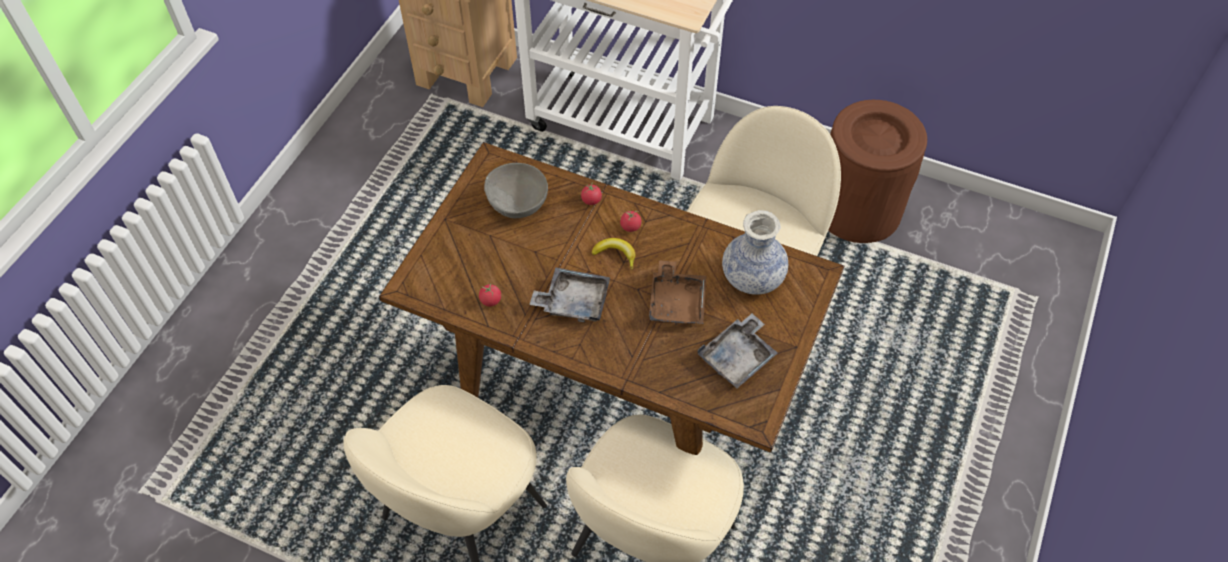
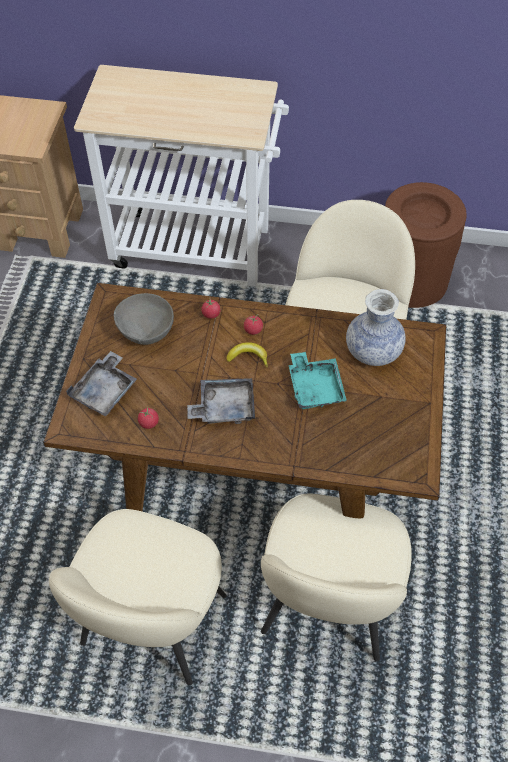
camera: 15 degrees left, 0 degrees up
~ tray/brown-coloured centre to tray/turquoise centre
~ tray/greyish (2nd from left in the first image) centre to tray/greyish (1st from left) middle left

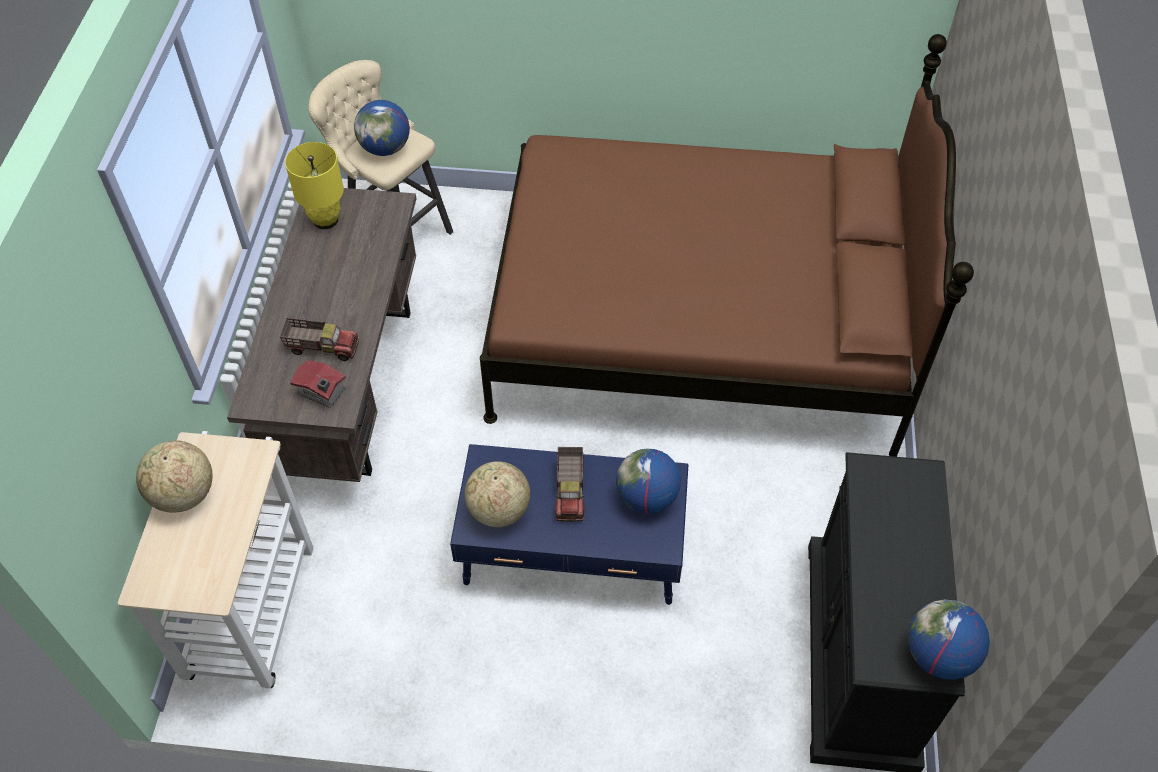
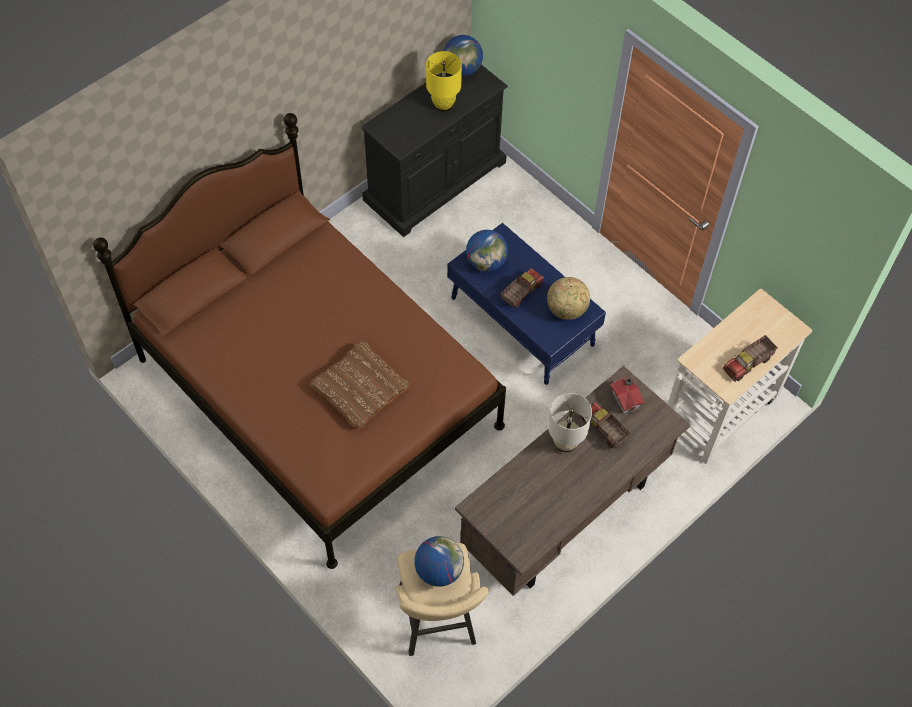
camera: 140 degrees left, 5 degrees up
~ globe (1st from left) middle left to toy truck (3rd from left) middle right
~ tabletop lamp/yellowish top left to top centre
+ cushion/brown-coloured centre
+ tabletop lamp/white centre

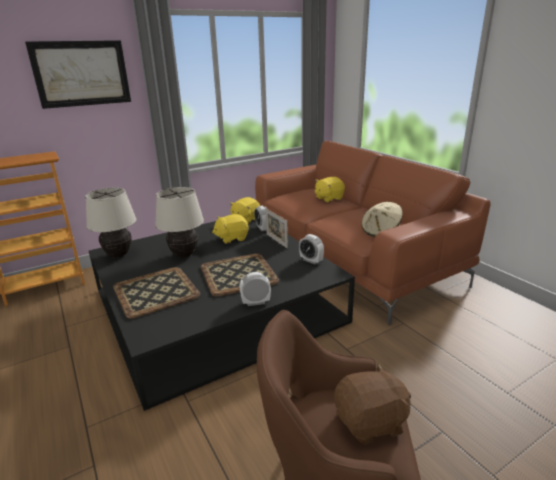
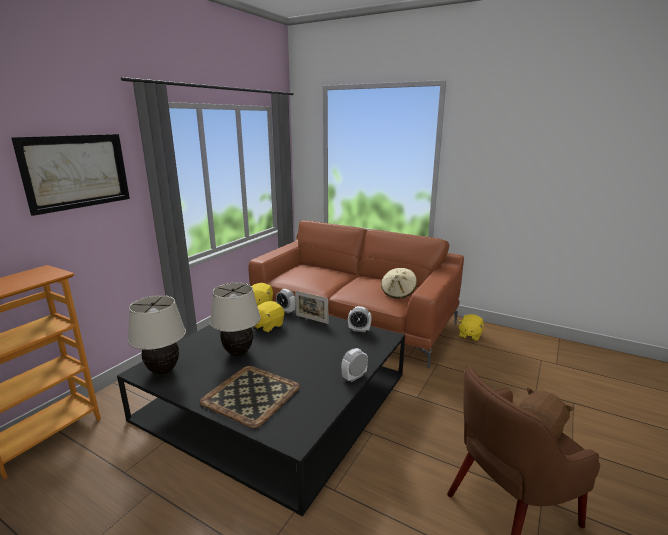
camera: 30 degrees left, 5 degrees down
- tray (2nd from left) centre
~ soft toy/yellowish (3rd from left) centre to middle right

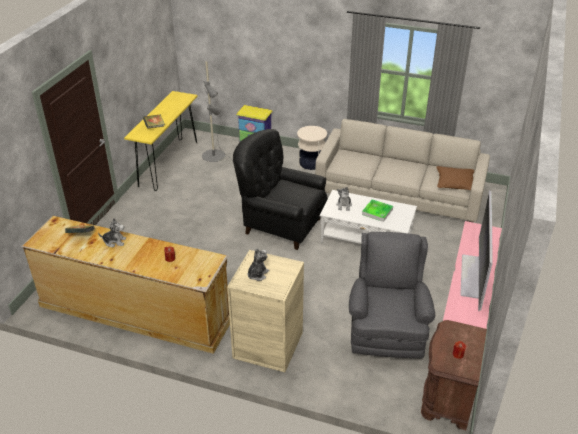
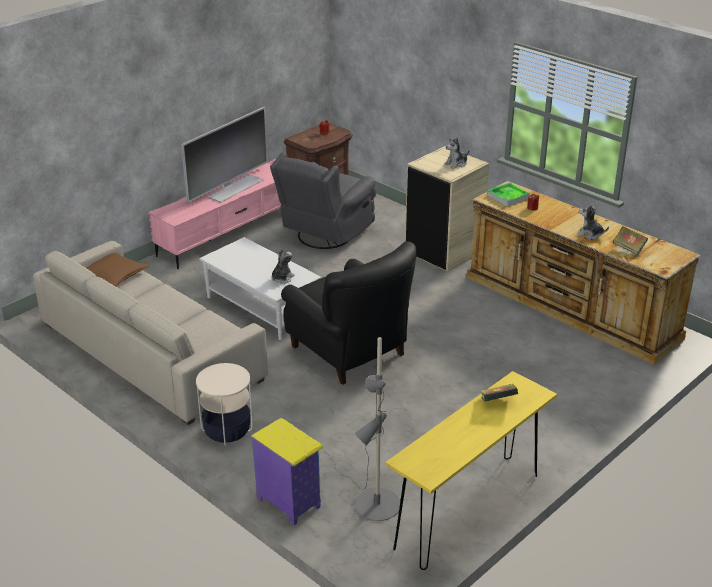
camera: 155 degrees left, 5 degrees down
~ tray centre to top right

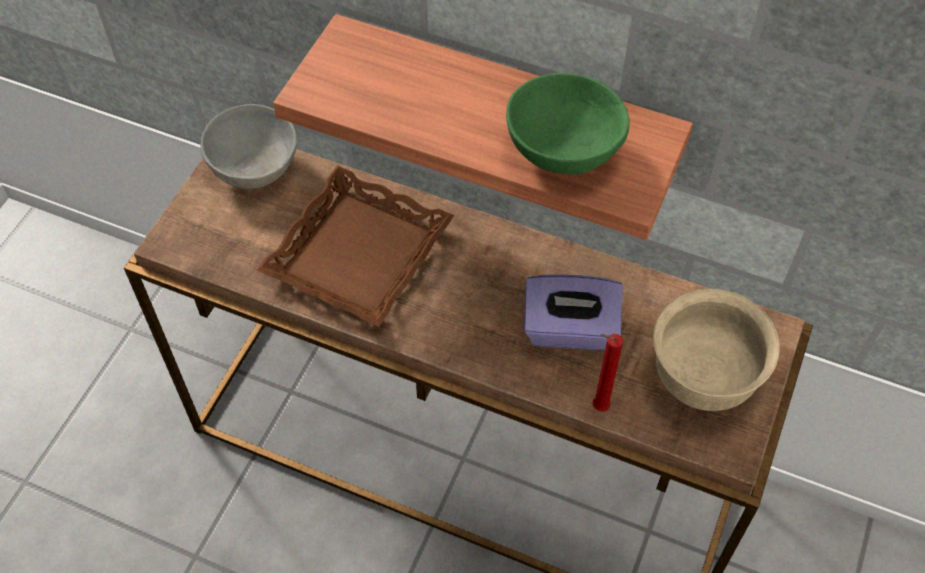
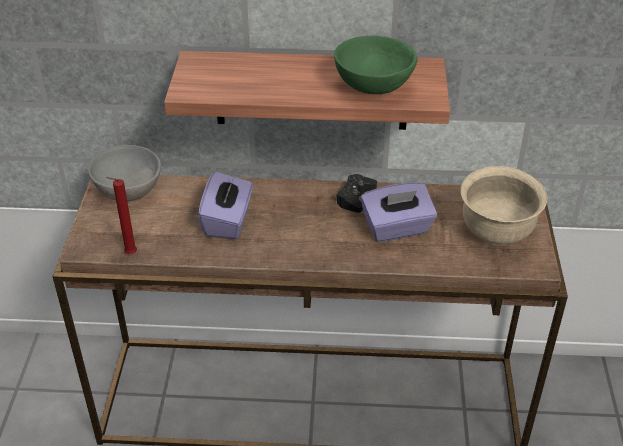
camera: 20 degrees left, 15 degrees down
~ tray/brown-coloured centre to tissue box/purplish (1st from left) centre
~ wax candle/reddish centre to middle left
+ gamepad/black centre

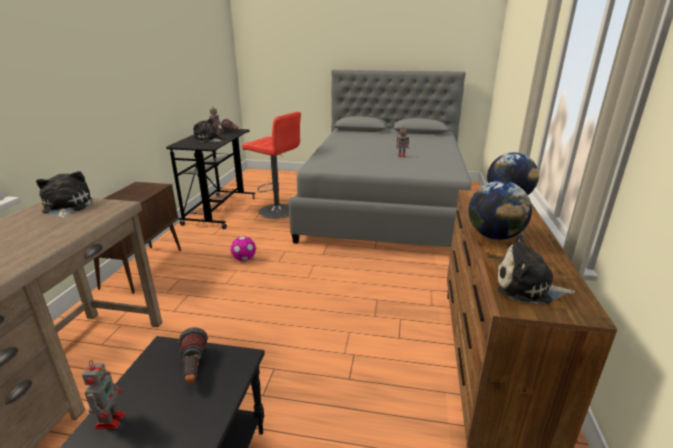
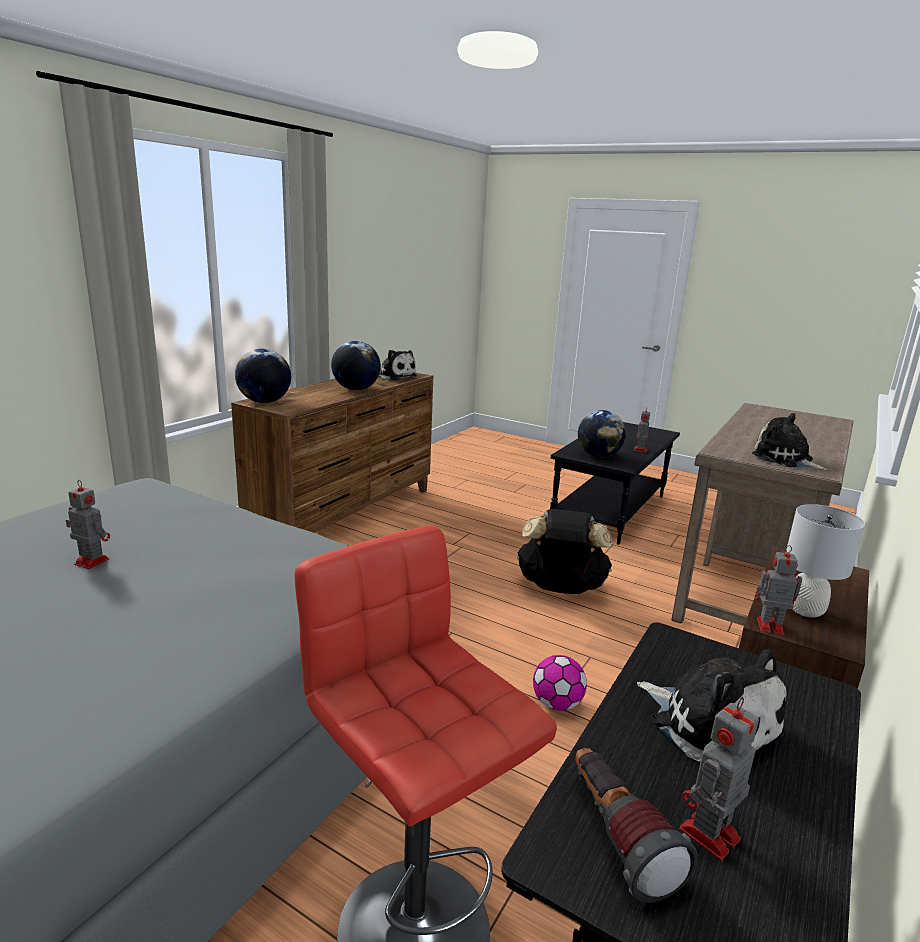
camera: 160 degrees left, 5 degrees down
~ soft toy (1st from left in the first image) middle left = middle right 135 degrees clockwise
~ flashlight (1st from left) bottom left to globe (3rd from left) centre
+ knapsack/black centre
+ model robot (4th from left) middle right
+ tabletop lamp/greyish middle right

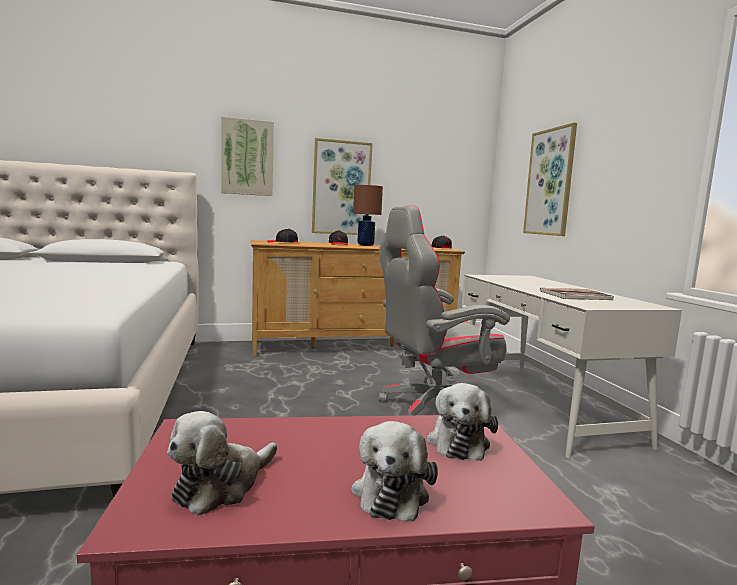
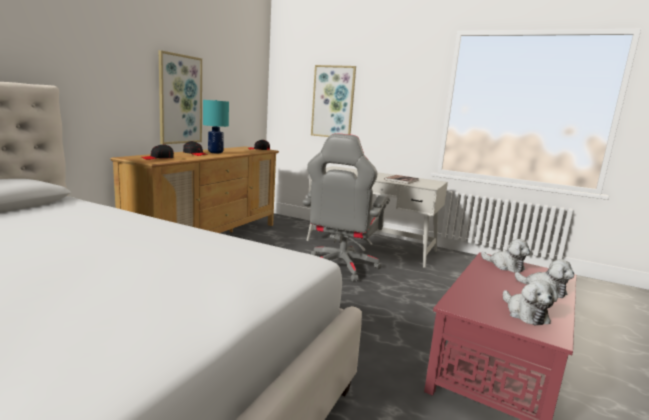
camera: 50 degrees left, 5 degrees up
- wall art (1st from left) top centre
~ tabletop lamp/brown-coloured centre to tabletop lamp/turquoise top left

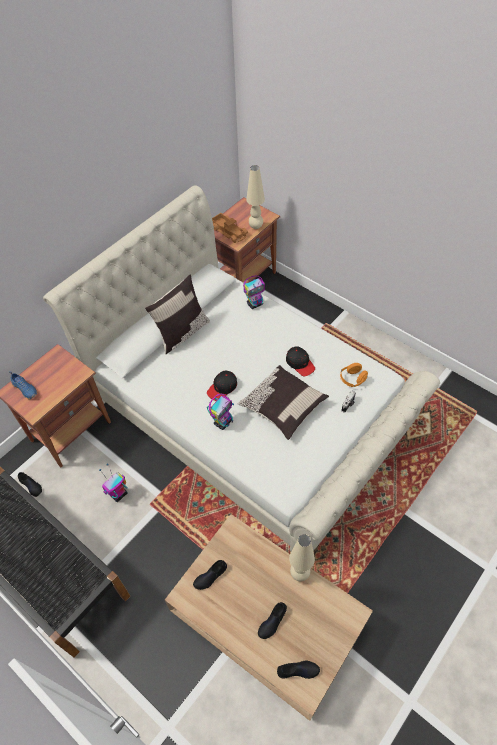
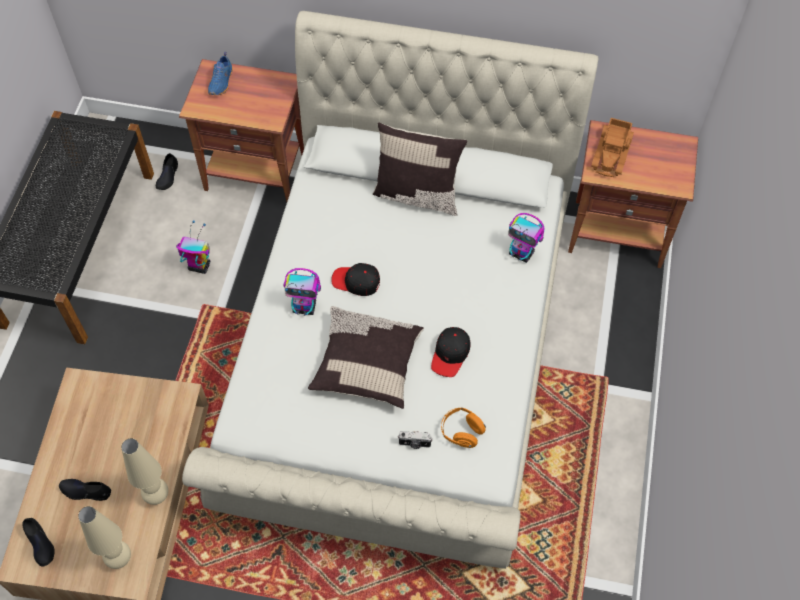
camera: 60 degrees right, 5 degrees up
- item of footwear/black (2nd from left) bottom centre
~ tabletop lamp/beige (1st from left) top centre to bottom left

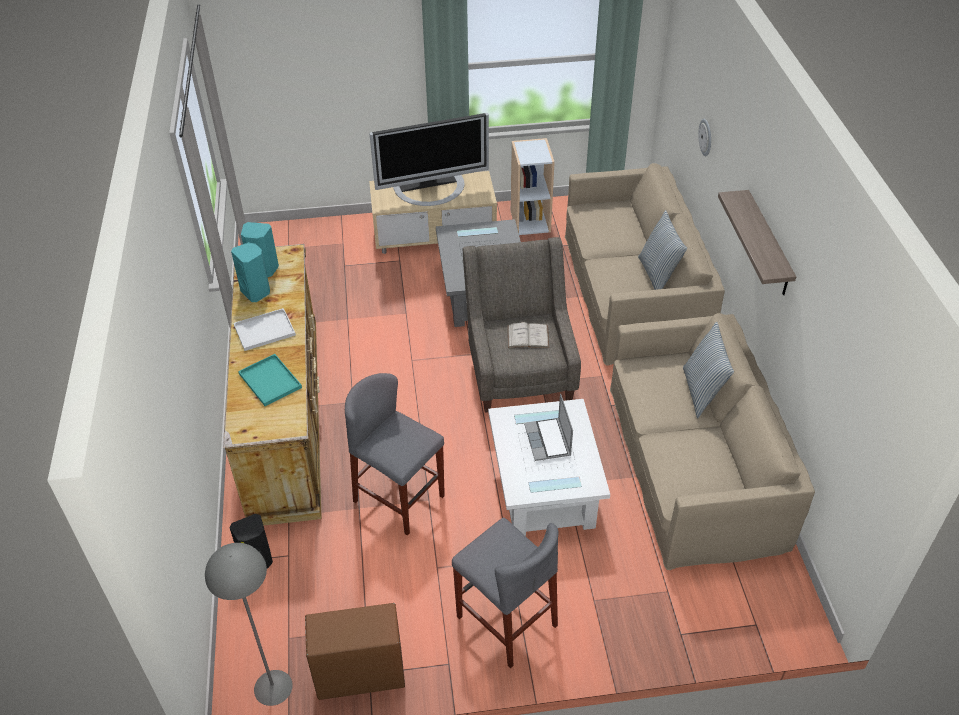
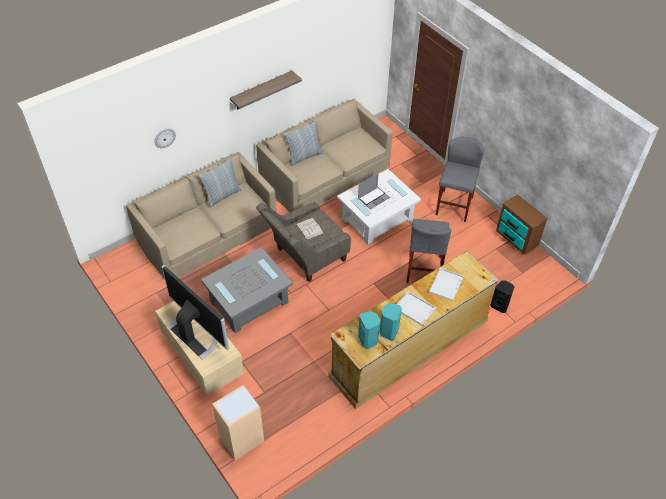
camera: 120 degrees left, 5 degrees up
- standard lamp/greyish bottom left
~ tray/turquoise middle left to tray/white (2nd from left) middle right
~ bookcase top centre to bottom centre

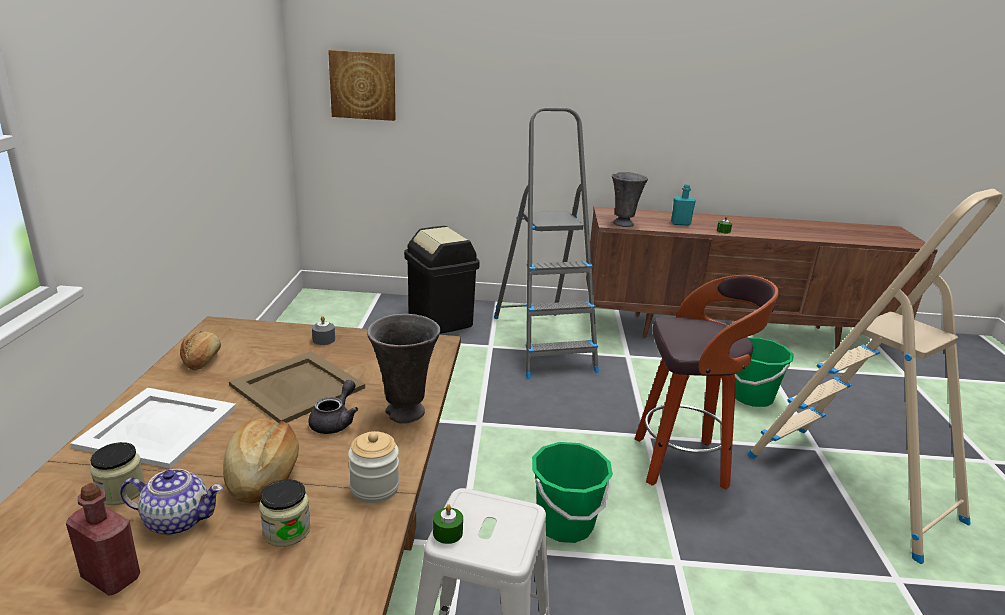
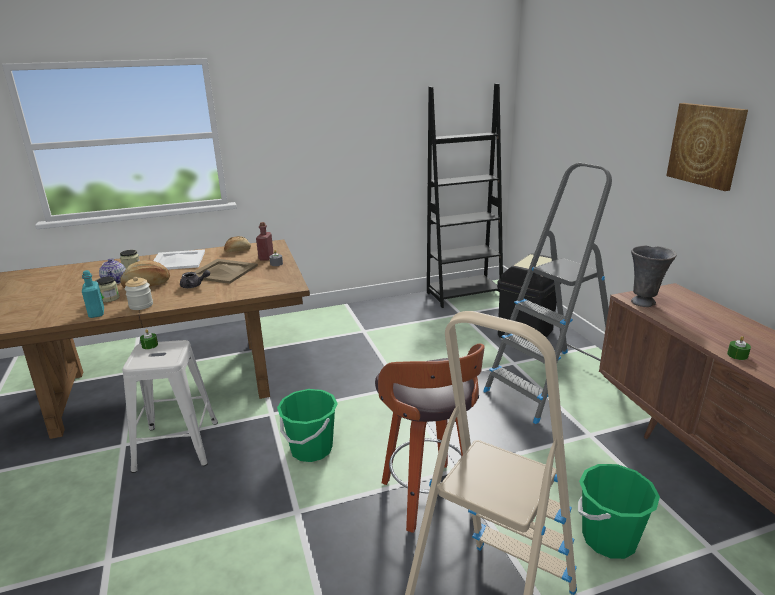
camera: 70 degrees right, 0 degrees up
~ beverage bottle/reddish bottom left to centre
~ wall art top centre to top right
- vase/greyish (1st from left) centre
~ beverage bottle/turquoise middle right to middle left
+ bookcase/black top centre

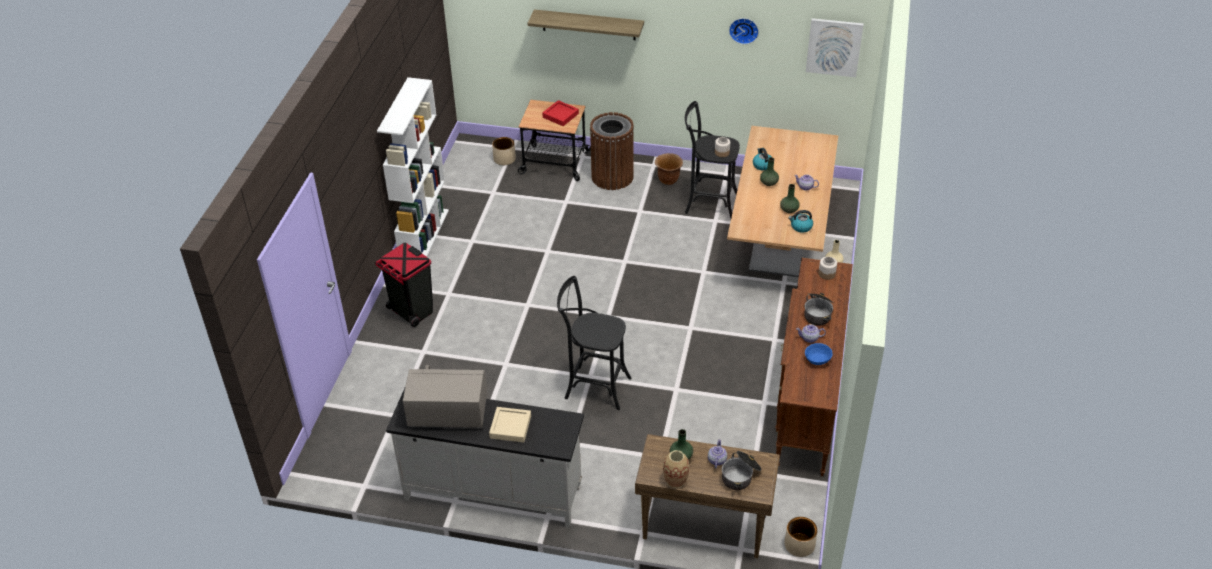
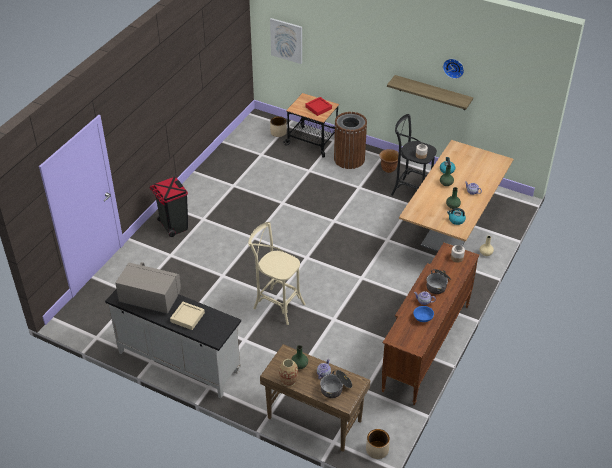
camera: 15 degrees right, 0 degrees up
- bookcase/white top centre
~ bracket shelf top centre to top right
~ sitting stool/black (1st from left) centre to sitting stool/beige centre
~ wall art top right to top centre

